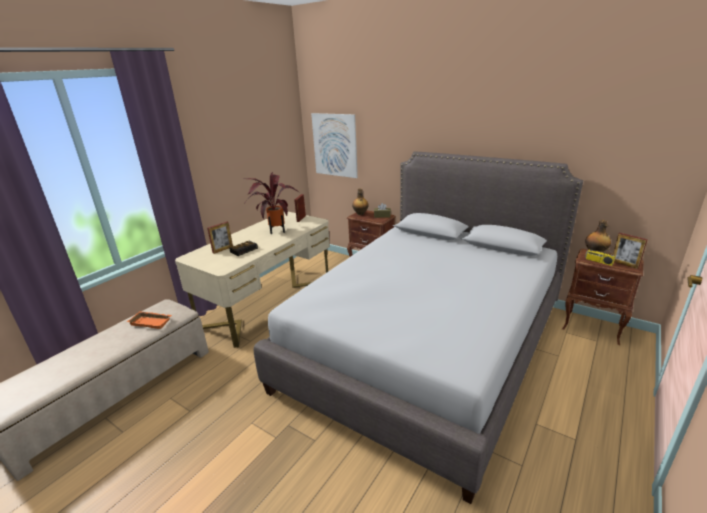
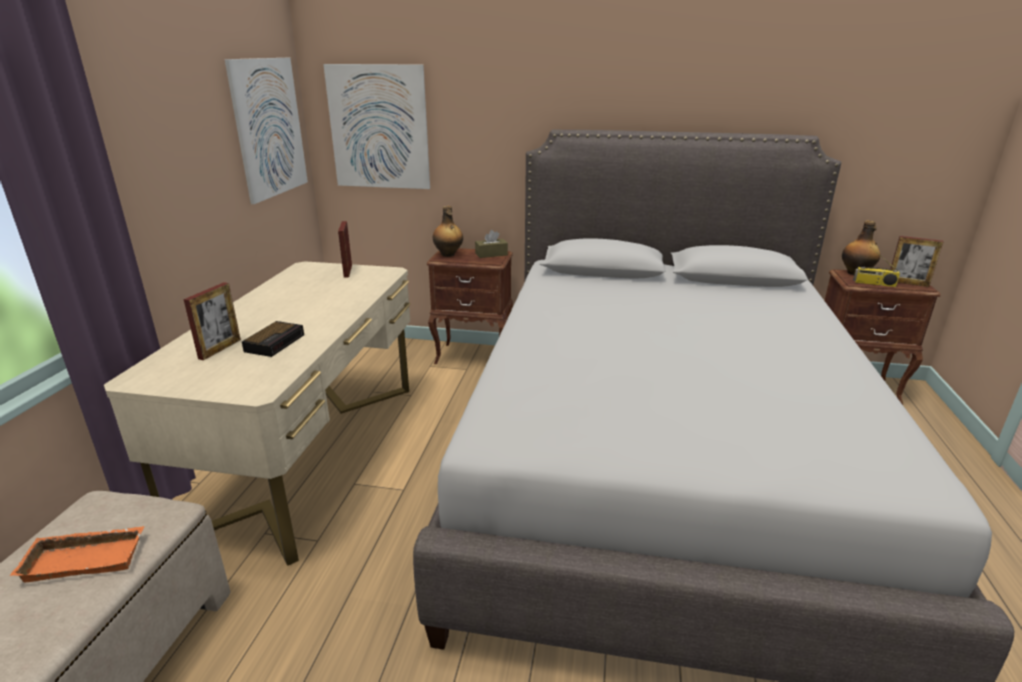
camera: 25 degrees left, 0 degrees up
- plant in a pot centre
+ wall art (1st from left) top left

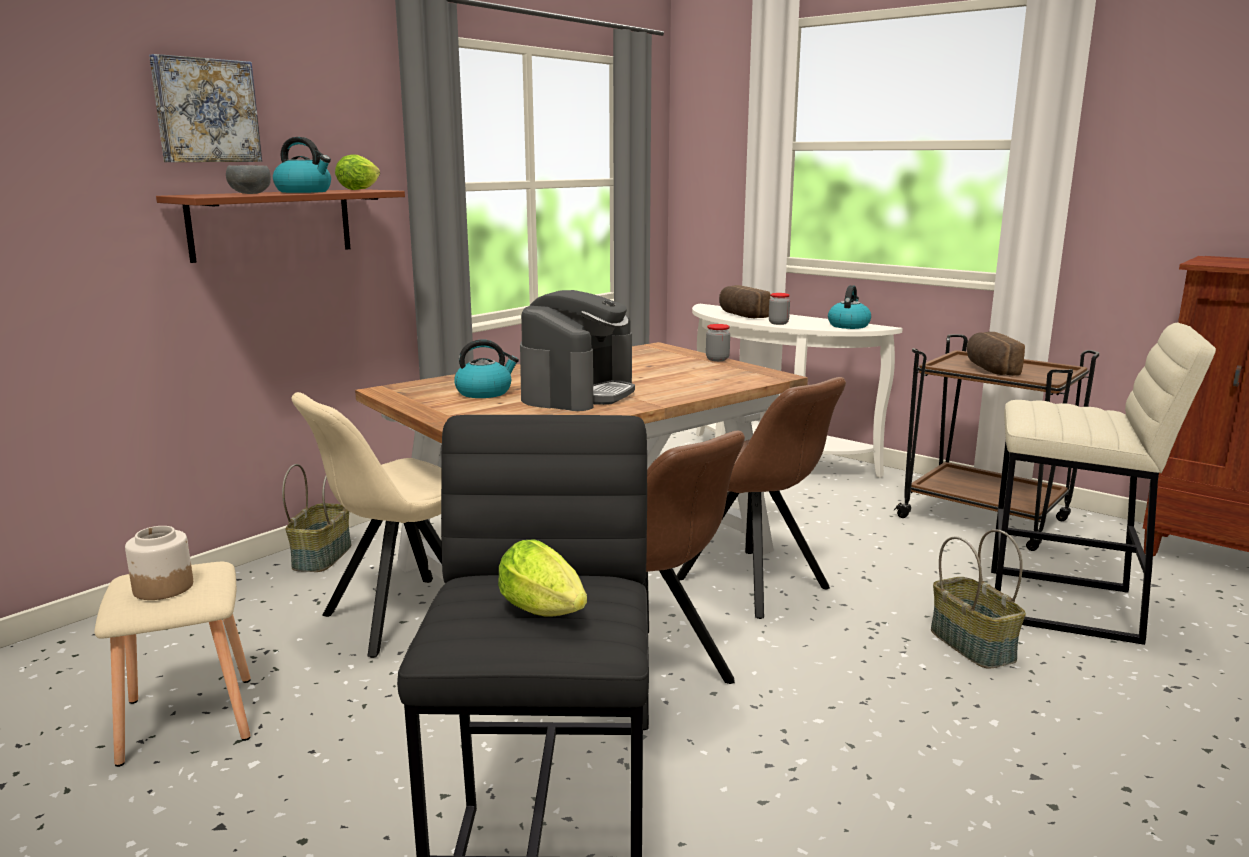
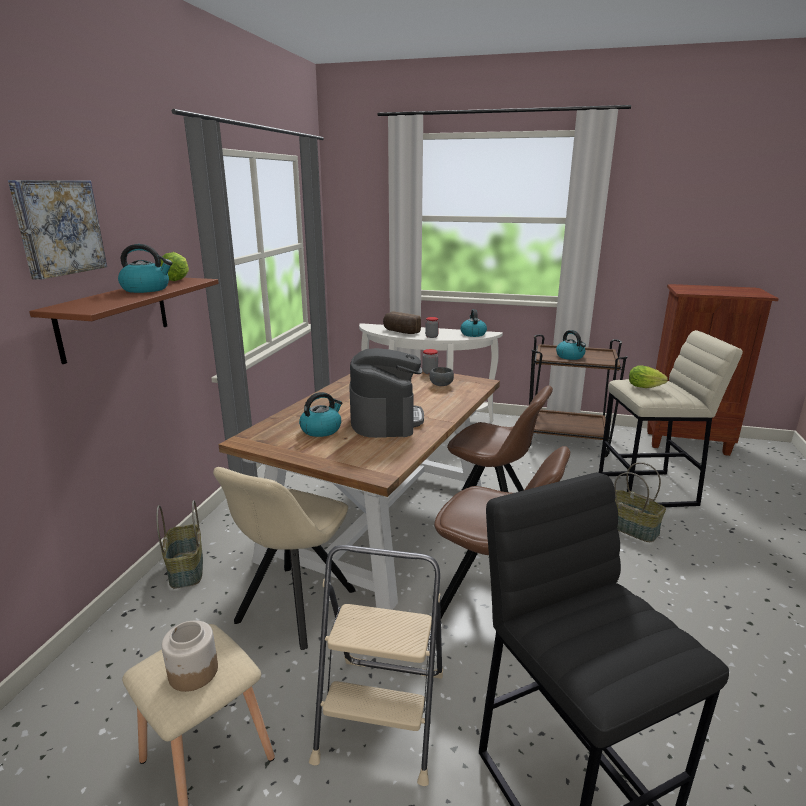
camera: 25 degrees left, 5 degrees up
~ bowl/greyish top left to centre
~ lettuce head (2nd from left) bottom centre to middle right
~ bread (2nd from left) middle right to water kettle (4th from left) middle right
+ step stool/beige bottom centre

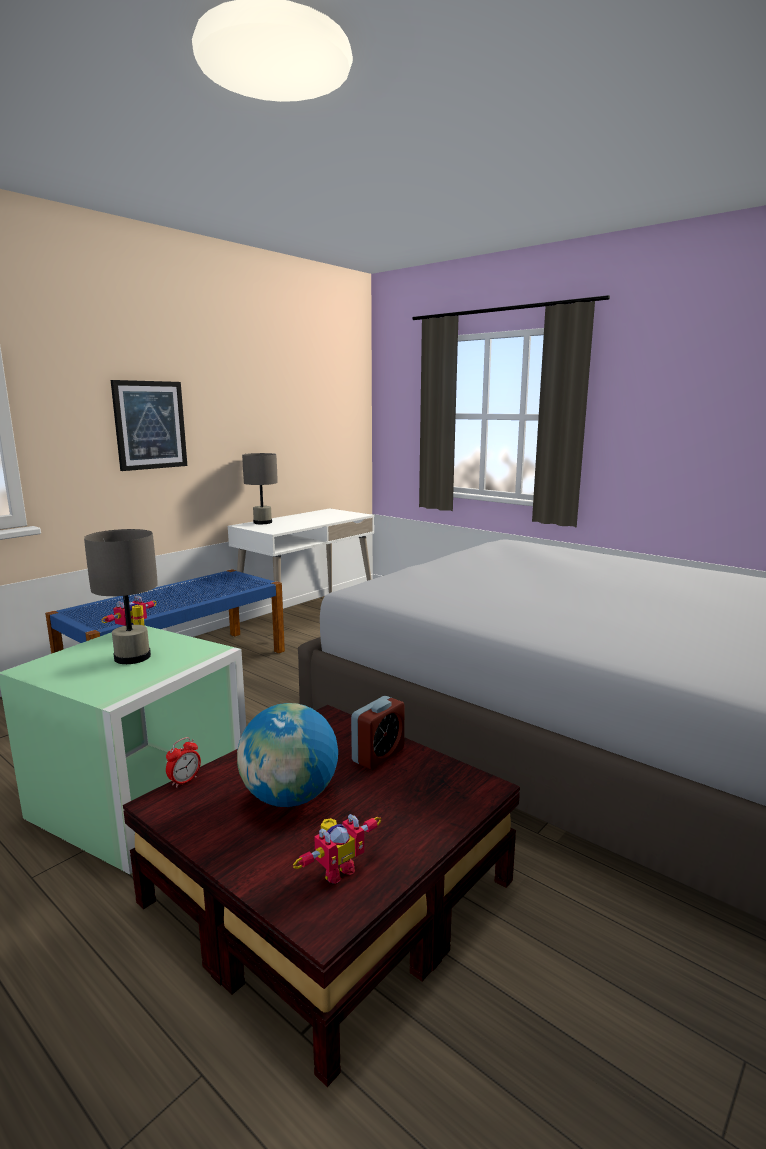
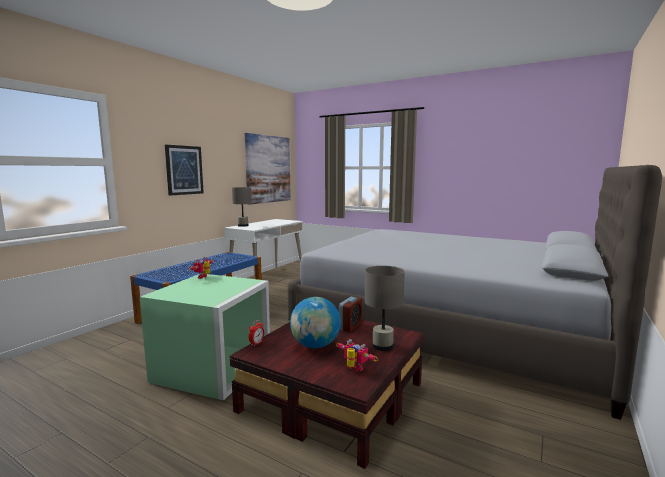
camera: 10 degrees left, 5 degrees down
~ tabletop lamp/greyish (1st from left in the first image) middle left to tabletop lamp/greyish (2nd from left) centre
~ model robot (2nd from left) bottom centre = bottom centre 90 degrees counterclockwise
+ wall art (2nd from left) centre

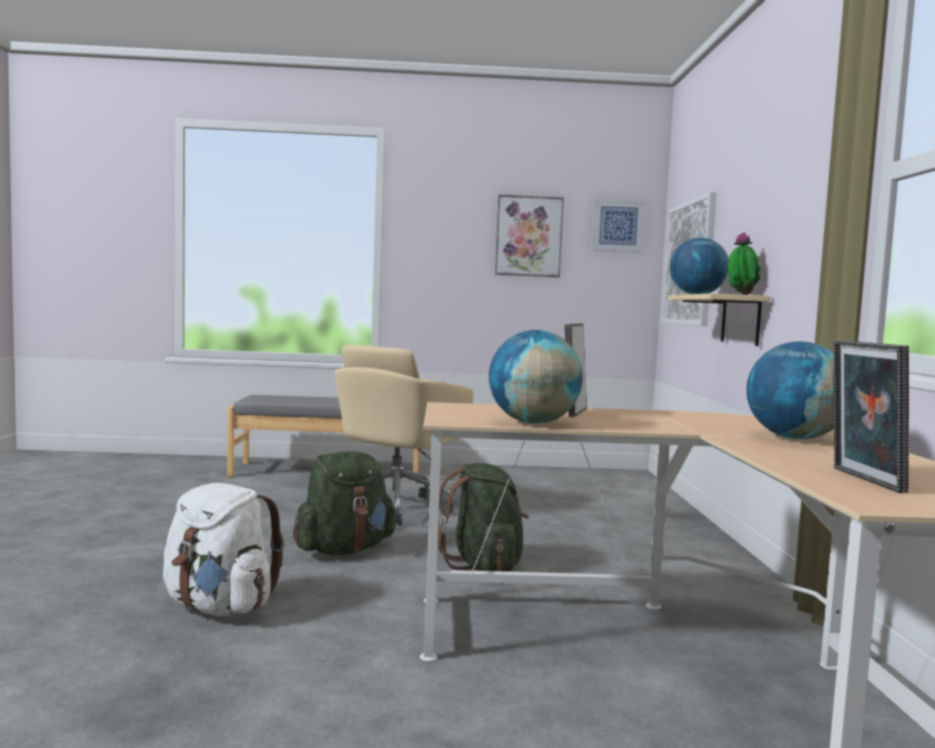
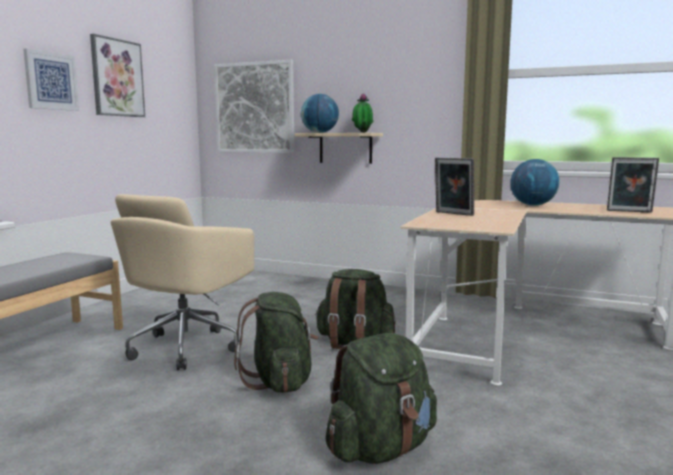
camera: 65 degrees left, 5 degrees up
~ knapsack/white bottom left to knapsack/green (3rd from left) bottom centre
~ office chair/beige centre = middle left 60 degrees clockwise
- globe (1st from left) centre
~ wall art (2nd from left in the first image) top centre to wall art (1st from left) top left

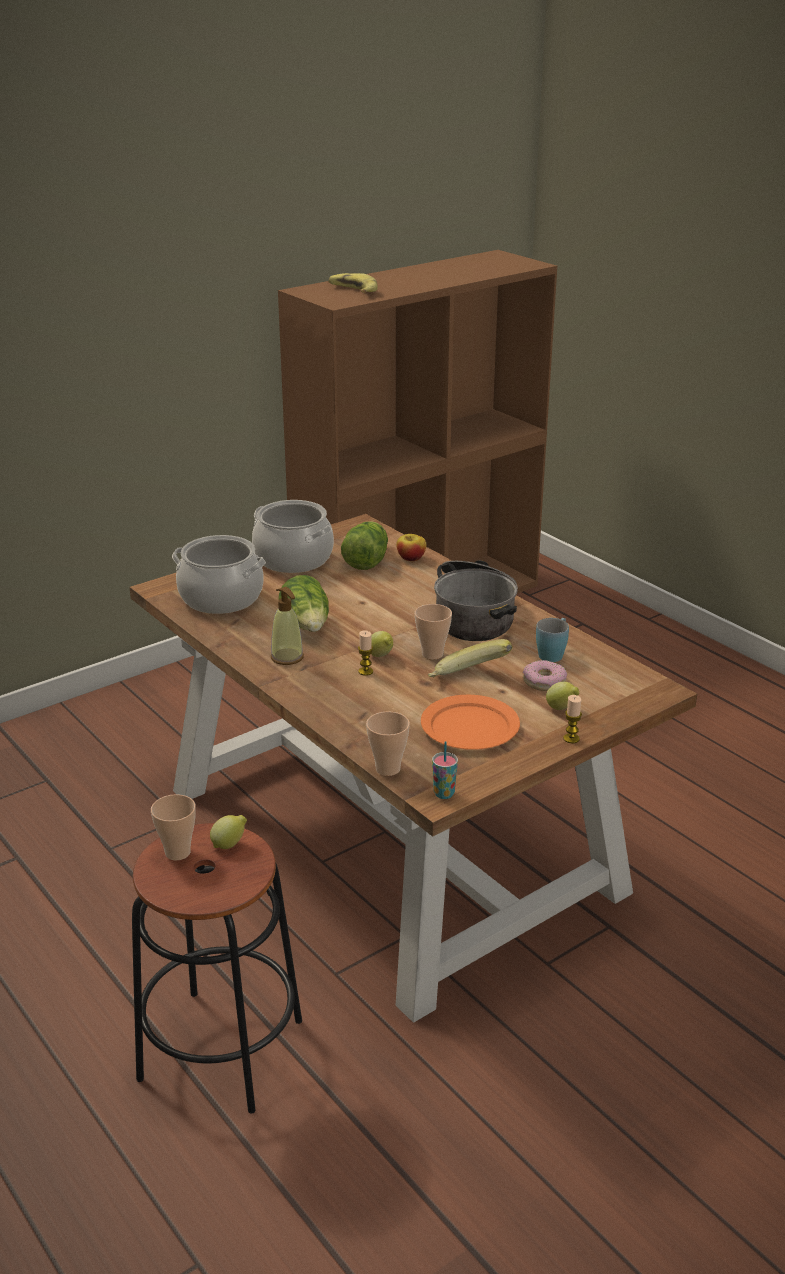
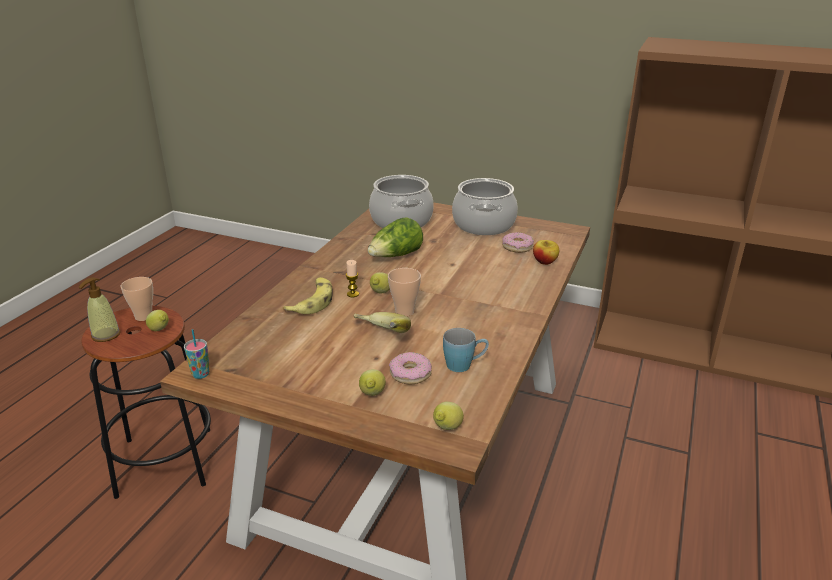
camera: 60 degrees right, 0 degrees up
~ soap dispenser centre to middle left
~ whole banana (1st from left) top centre to centre
~ lettuce head (2nd from left) centre to ring doughnut (2nd from left) centre
- small cup (2nd from left) centre
- dinner plate/orangey centre
- cooking pot (3rd from left) centre
- wax candle (2nd from left) middle right
+ lemon (4th from left) bottom centre

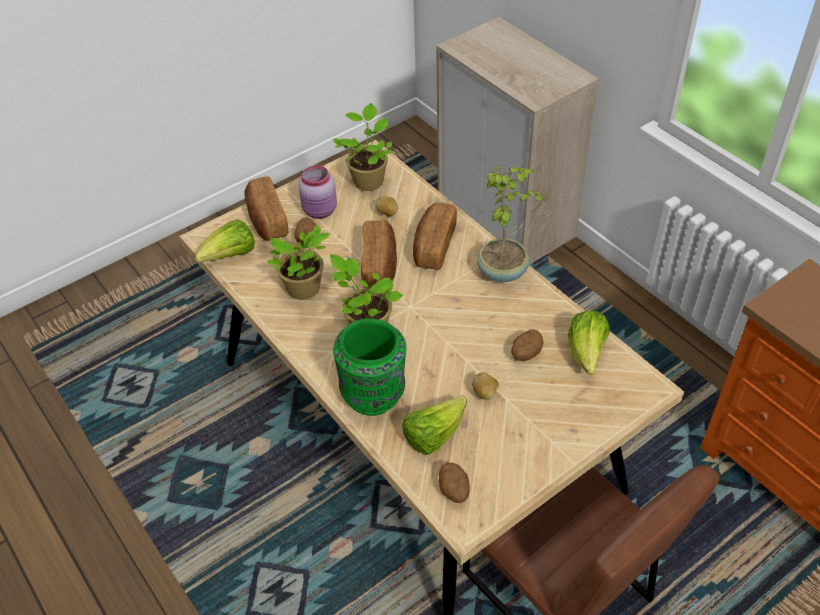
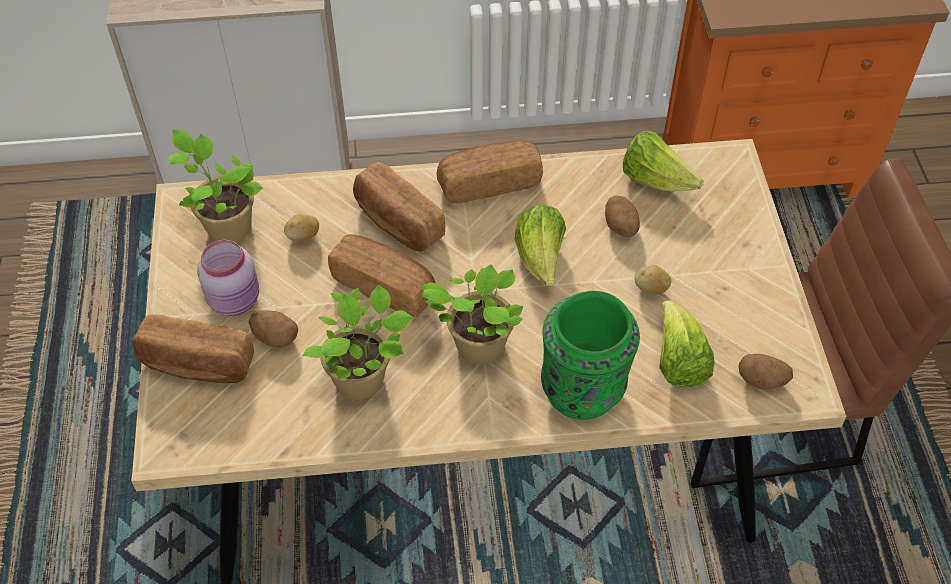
camera: 60 degrees left, 5 degrees up
~ lettuce head (1st from left) middle left to centre
~ plant in a pot (4th from left) centre to bread (4th from left) top centre

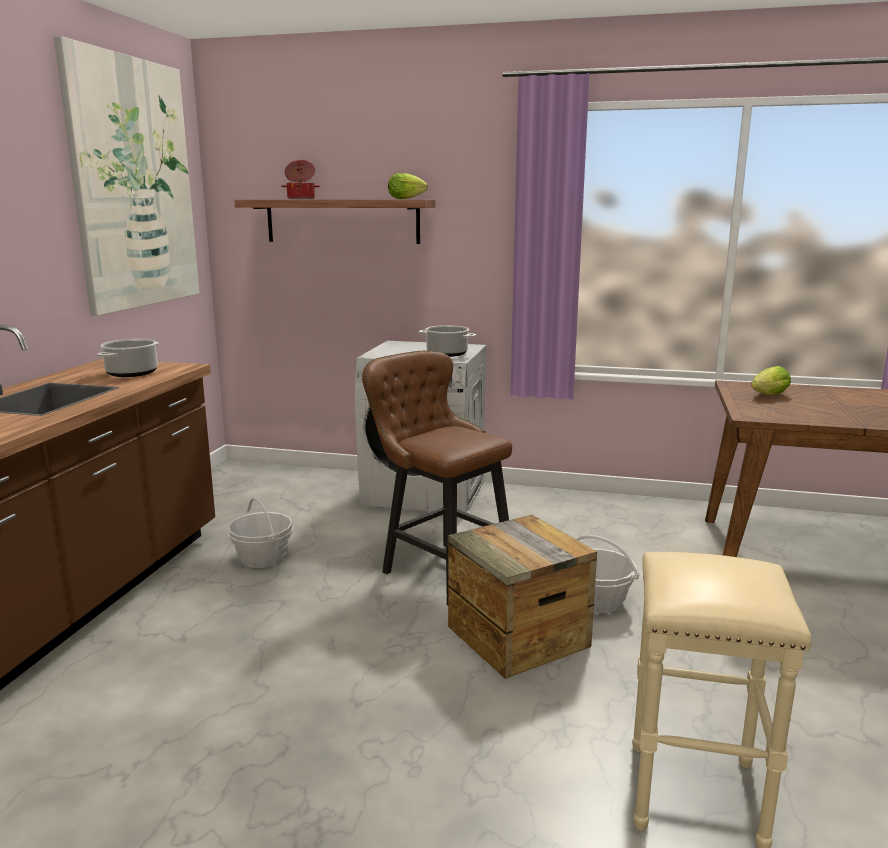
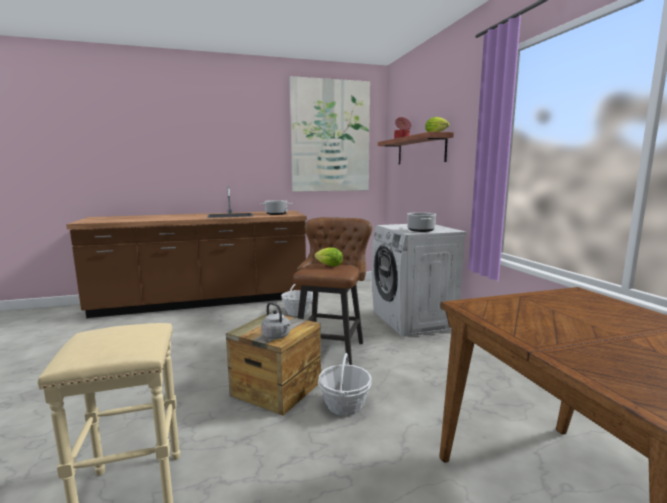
camera: 60 degrees right, 5 degrees down
~ lettuce head (2nd from left in the first image) middle right to lettuce head (1st from left) centre
+ water kettle/greyish centre

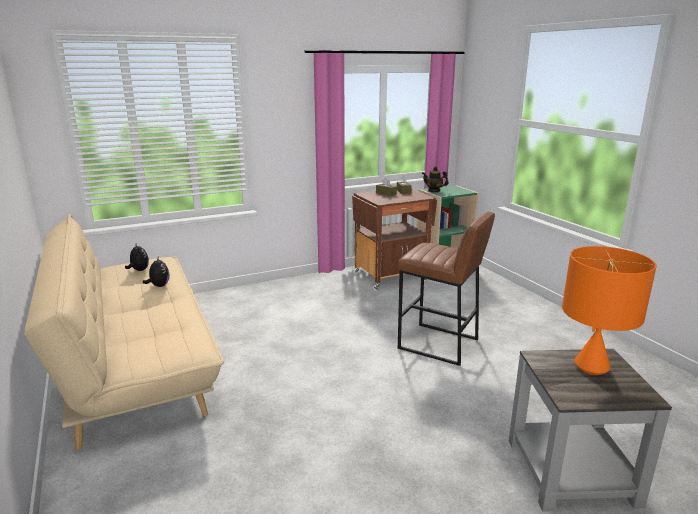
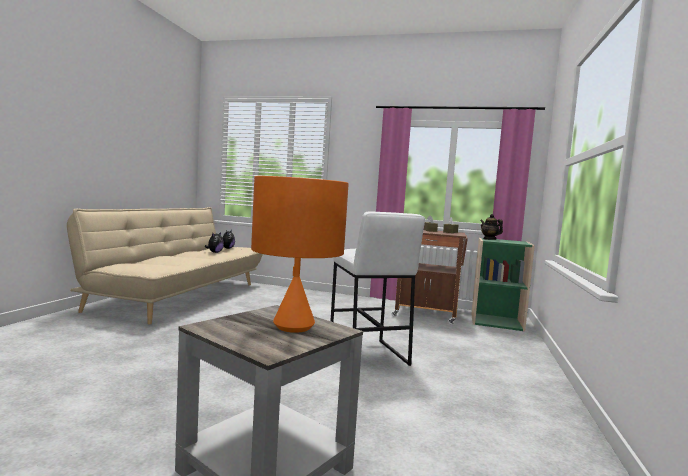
camera: 40 degrees right, 15 degrees down
~ sitting stool/brown-coloured centre to sitting stool/white centre

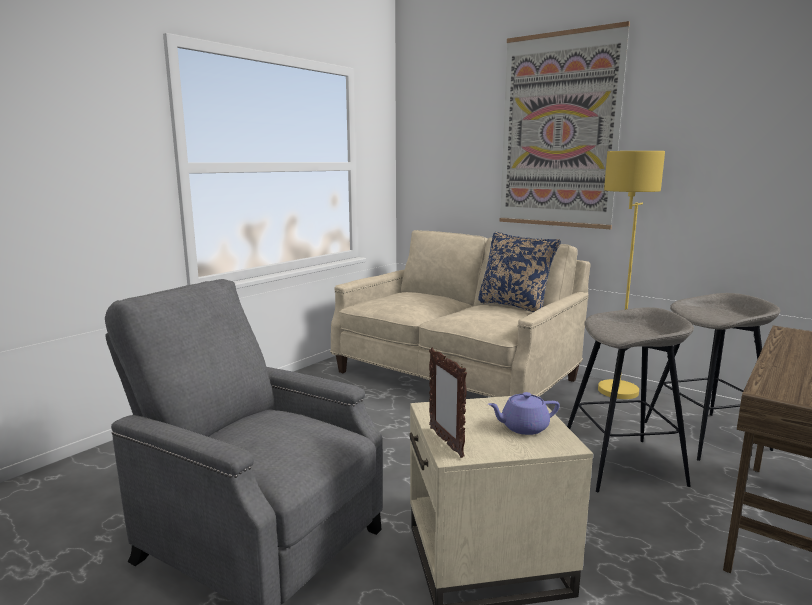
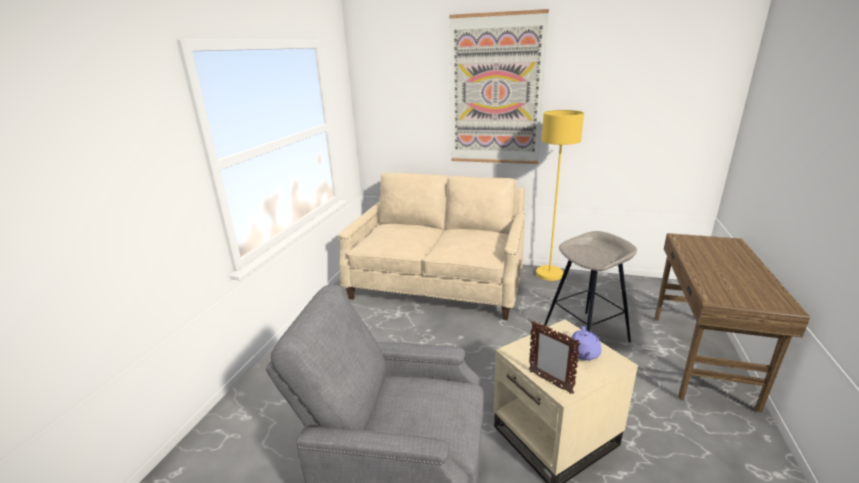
camera: 20 degrees left, 10 degrees up
- cushion/blue centre
~ pot for tea/purplish bottom centre = bottom right 45 degrees counterclockwise
- sitting stool/greyish (2nd from left) middle right

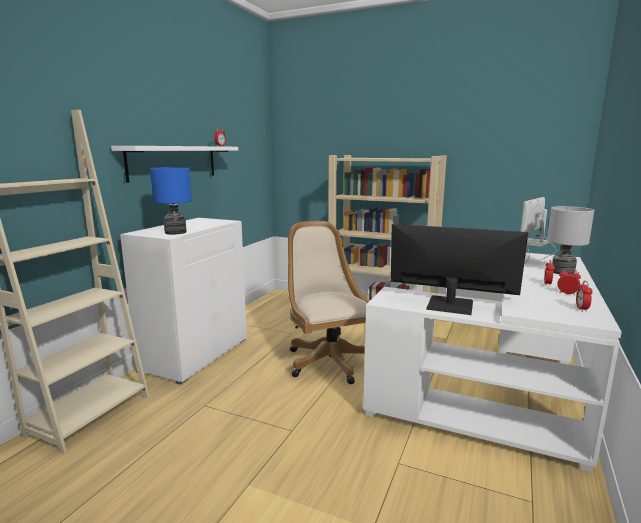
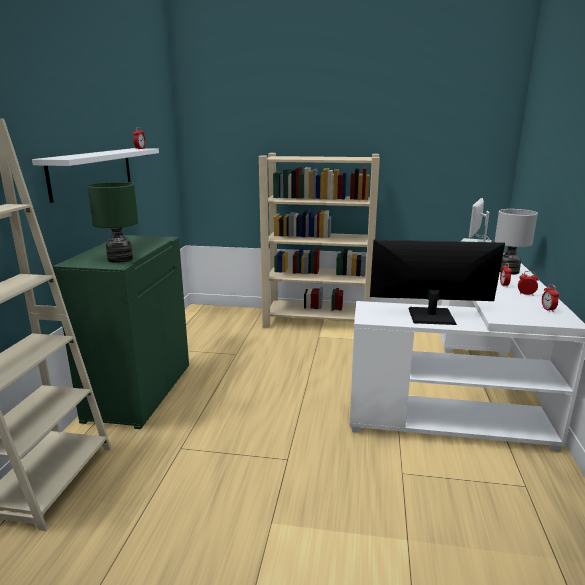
camera: 15 degrees left, 5 degrees up
~ cabinet/white middle left to cabinet/green middle left
~ tabletop lamp/blue middle left to tabletop lamp/green middle left
- office chair centre

